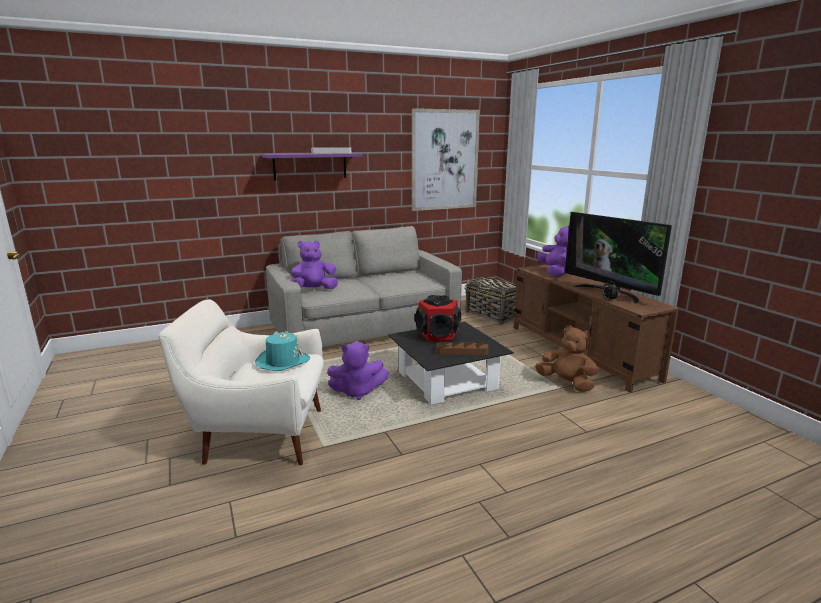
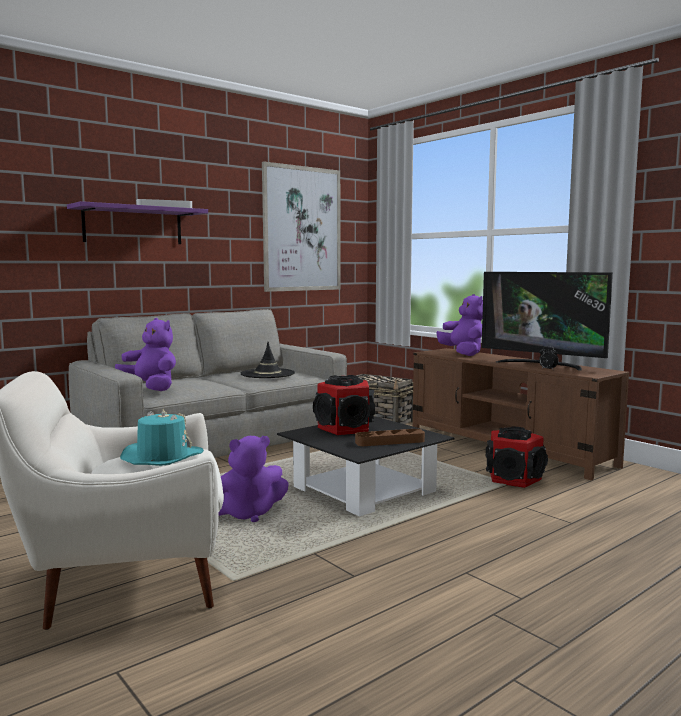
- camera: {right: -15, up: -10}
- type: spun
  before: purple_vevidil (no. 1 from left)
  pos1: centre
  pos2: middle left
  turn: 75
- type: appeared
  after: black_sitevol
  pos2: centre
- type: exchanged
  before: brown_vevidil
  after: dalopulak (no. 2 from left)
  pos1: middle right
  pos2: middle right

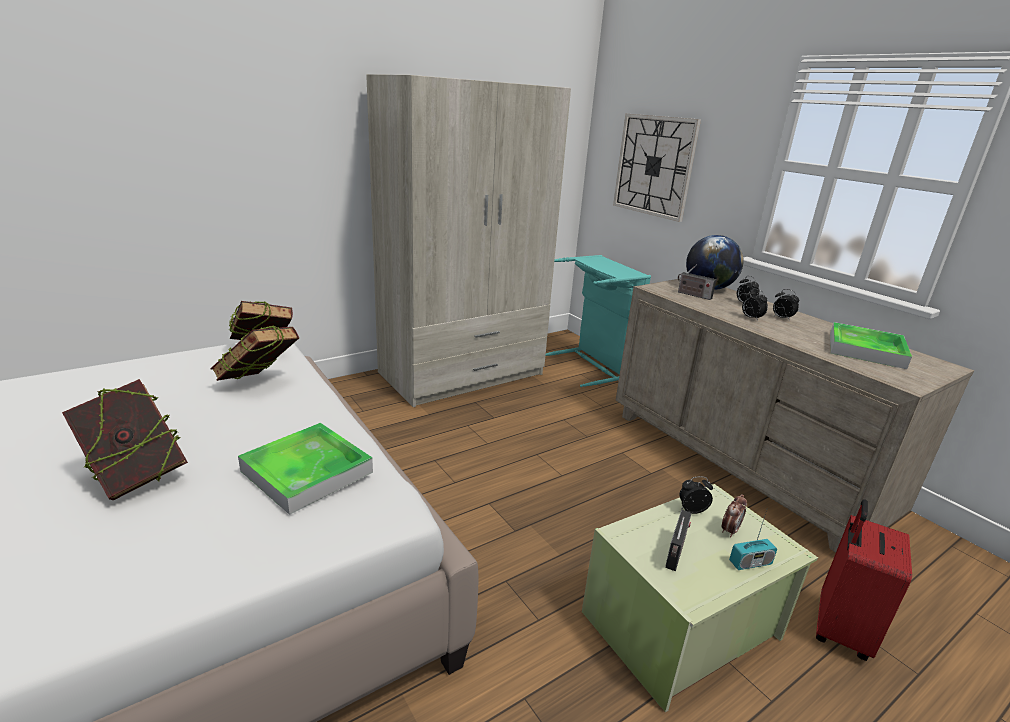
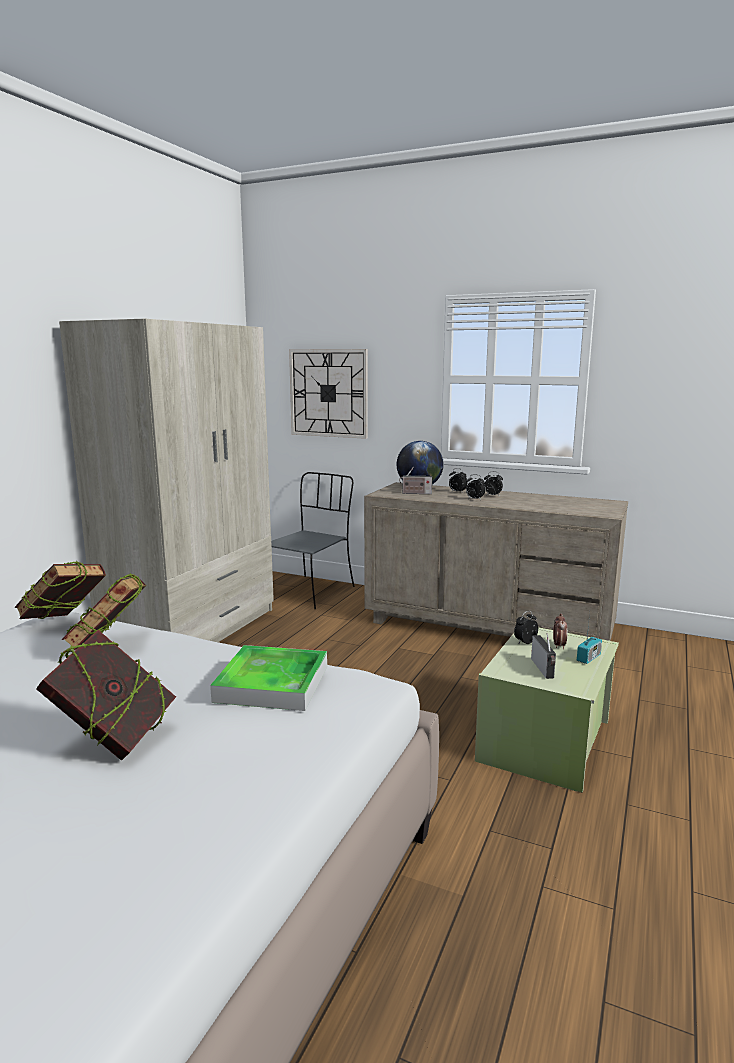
- camera: {right: -30, up: -10}
- type: exchanged
  before: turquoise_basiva
  after: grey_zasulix
  pos1: centre
  pos2: centre
- type: missing
  before: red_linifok
  pos1: bottom right
- type: missing
  before: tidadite (no. 2 from left)
  pos1: middle right

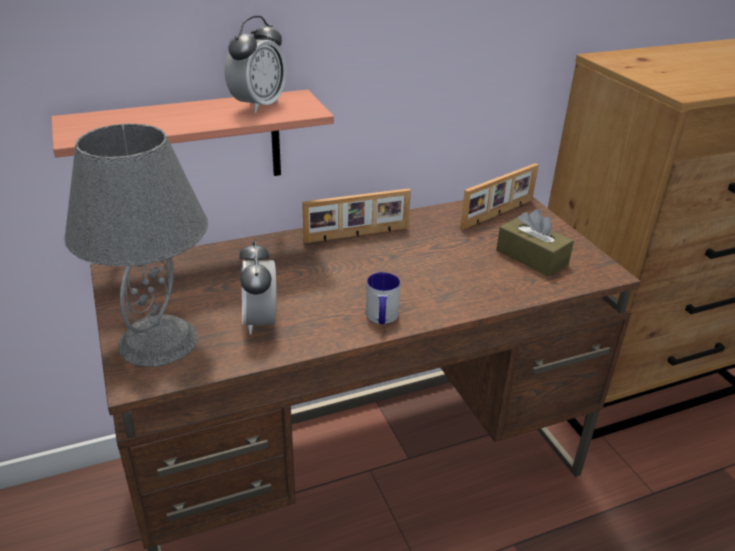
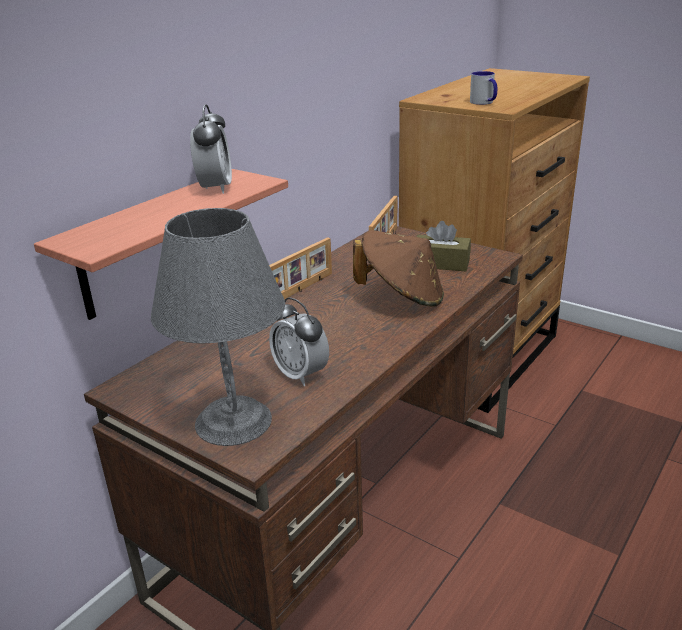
- camera: {right: -30, up: -5}
- type: appeared
  after: brown_sitevol
  pos2: centre
- type: relocated
  before: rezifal
  pos1: centre
  pos2: top right

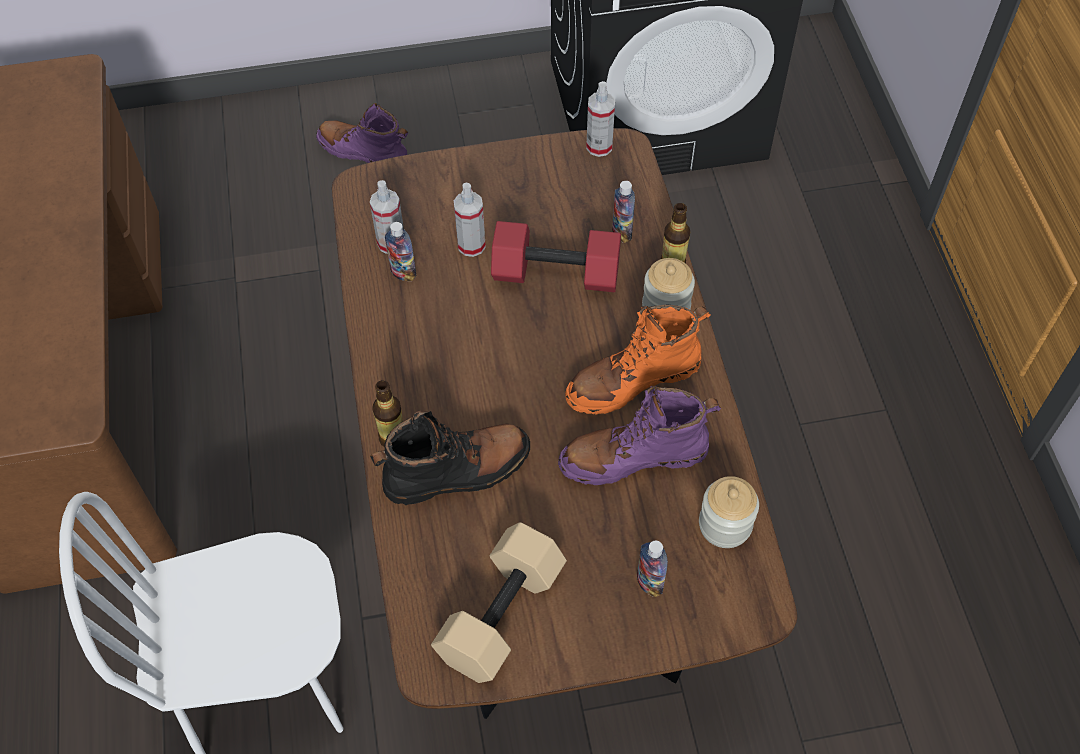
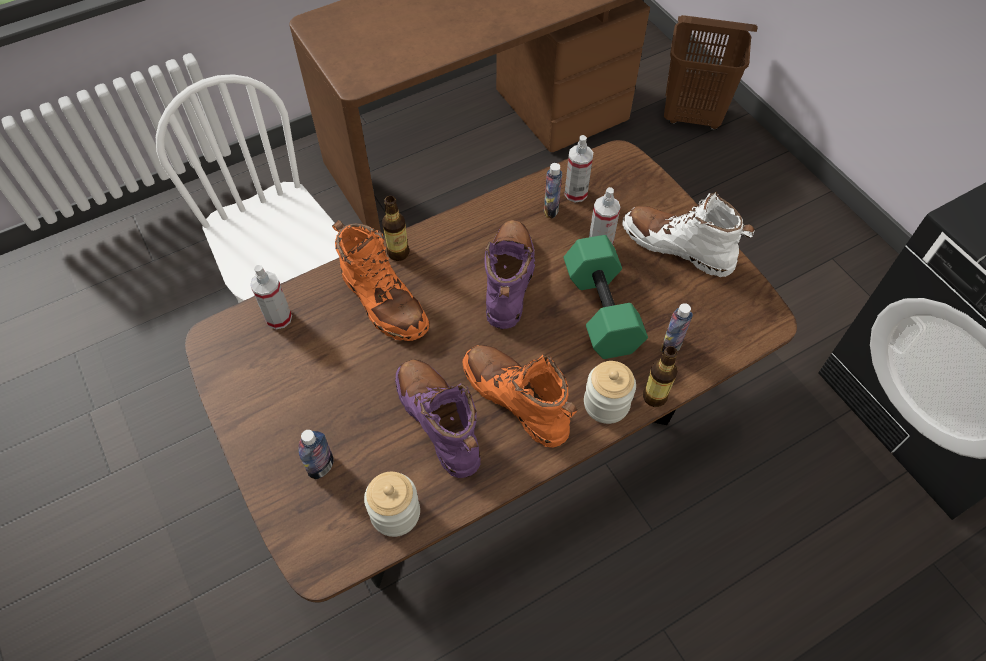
- camera: {right: 70, up: 0}
- type: relocated
  before: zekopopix (no. 3 from left in the first image)
  after: zekopopix (no. 1 from left)
  pos1: top centre
  pos2: middle left
- type: colour
  before: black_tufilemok
  after: orange_tufilemok (no. 1 from left)
  pos1: centre
  pos2: centre
- type: relocated
  before: purple_tufilemok (no. 1 from left in the first image)
  after: purple_tufilemok (no. 2 from left)
  pos1: top centre
  pos2: centre
- type: colour
  before: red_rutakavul
  after: green_rutakavul
  pos1: centre
  pos2: centre
- type: appeared
  after: white_tufilemok
  pos2: middle right
- type: appeared
  after: brown_basiva
  pos2: top right
- type: missing
  before: beige_rutakavul
  pos1: bottom centre

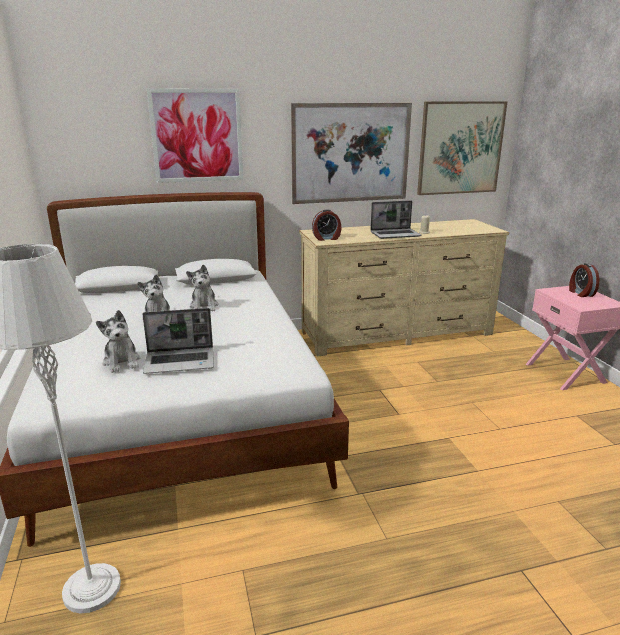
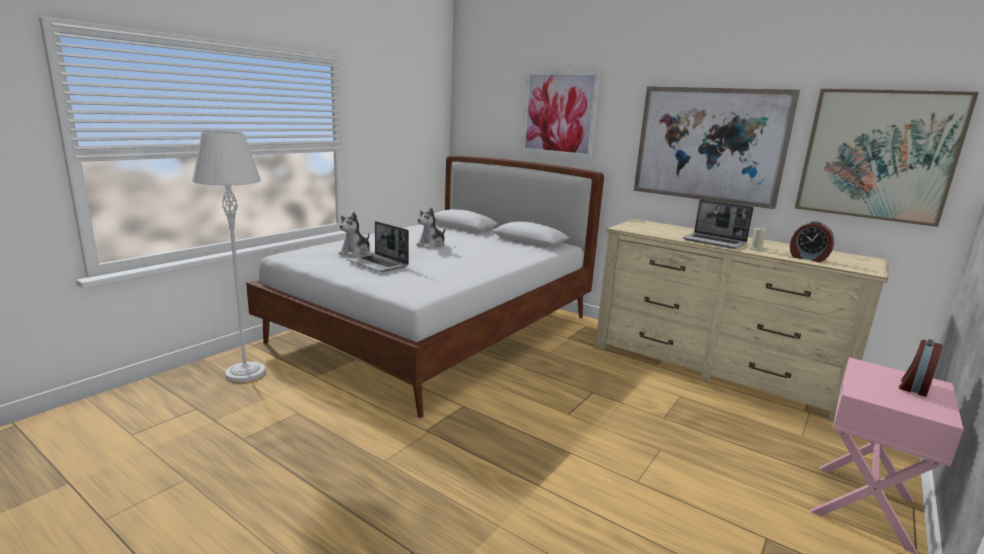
- camera: {right: 50, up: -5}
- type: relocated
  before: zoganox (no. 1 from left)
  pos1: centre
  pos2: middle right
- type: missing
  before: vevidil (no. 3 from left)
  pos1: middle left

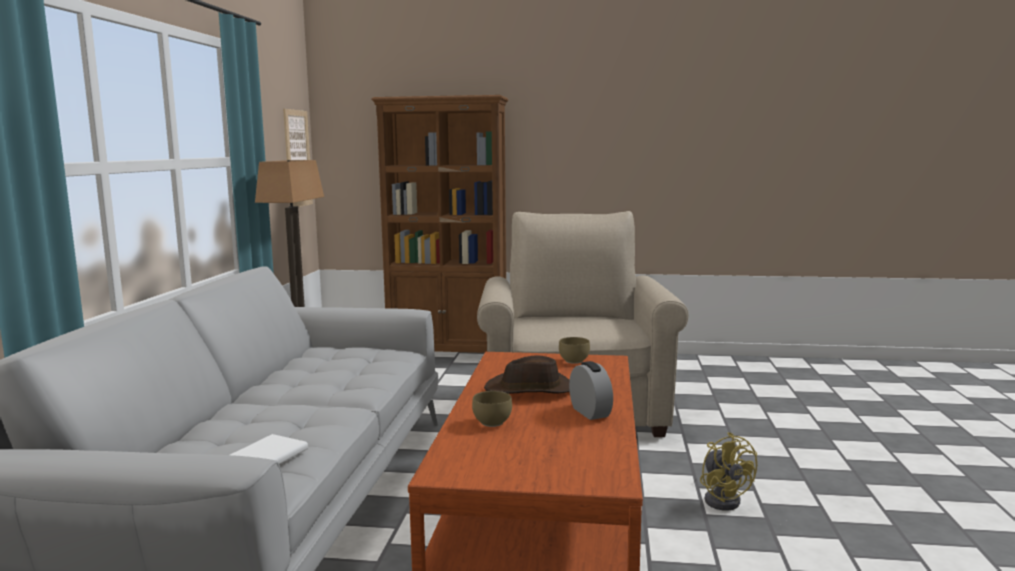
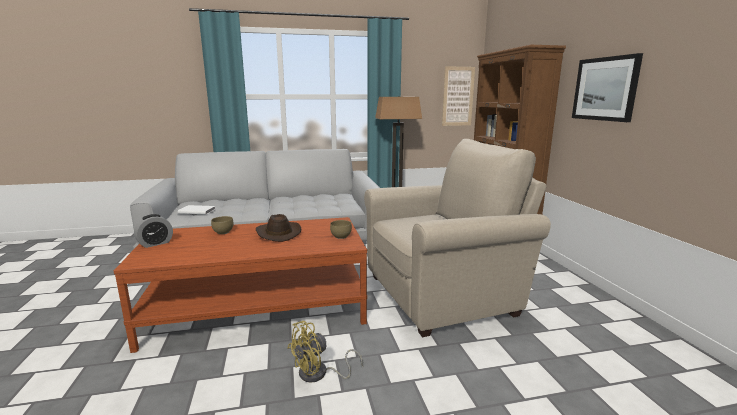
- camera: {right: 70, up: 5}
- type: relocated
  before: zoganox
  pos1: bottom centre
  pos2: middle left
- type: appeared
  after: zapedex (no. 2 from left)
  pos2: top right

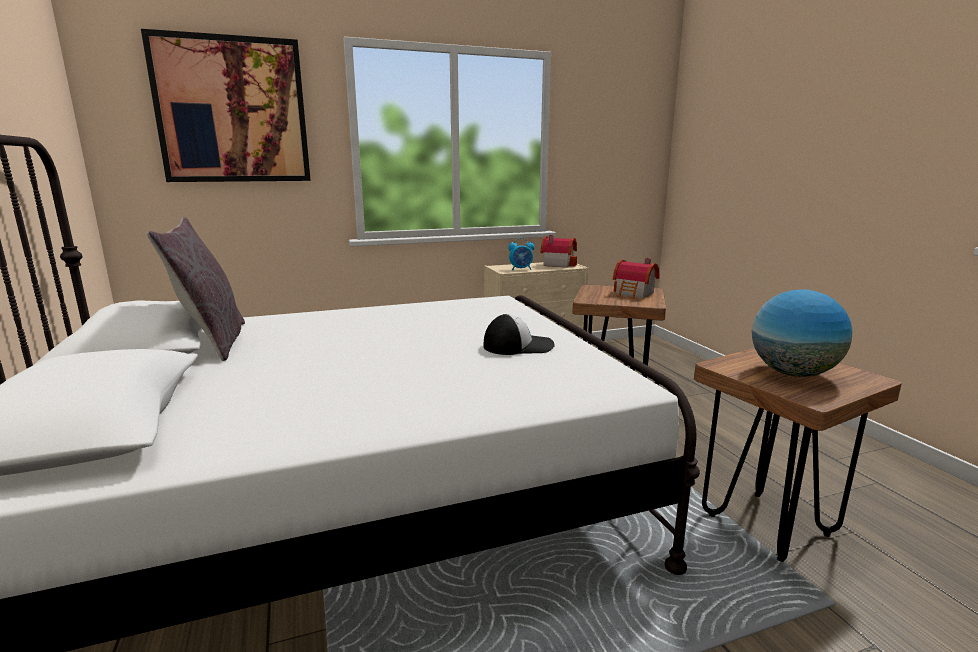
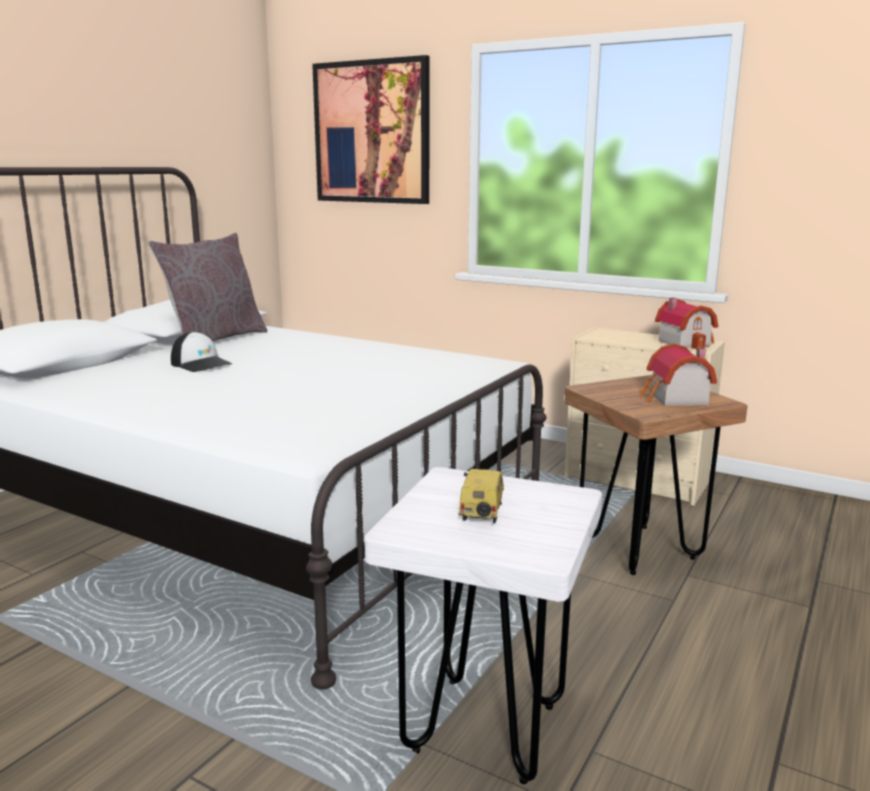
- camera: {right: 50, up: 0}
- type: relocated
  before: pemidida
  pos1: centre
  pos2: middle left
- type: colour
  before: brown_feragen (no. 2 from left)
  after: white_feragen
  pos1: bottom right
  pos2: bottom centre
- type: exchanged
  before: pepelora
  after: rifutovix
  pos1: middle right
  pos2: centre
- type: missing
  before: zoganox
  pos1: centre

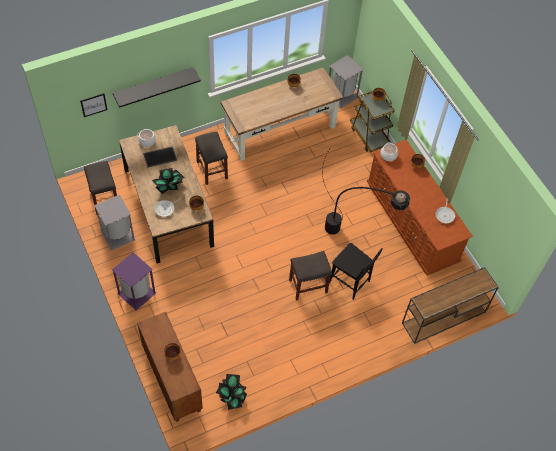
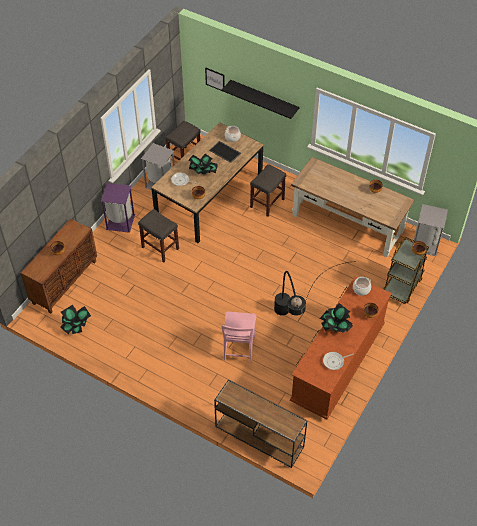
- camera: {right: 60, up: -5}
- type: relocated
  before: grey_feragen (no. 3 from left in the first image)
  after: grey_feragen (no. 1 from left)
  pos1: centre
  pos2: middle left
- type: colour
  before: black_zasulix
  after: pink_zasulix
  pos1: centre
  pos2: centre
- type: appeared
  after: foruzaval (no. 3 from left)
  pos2: middle right

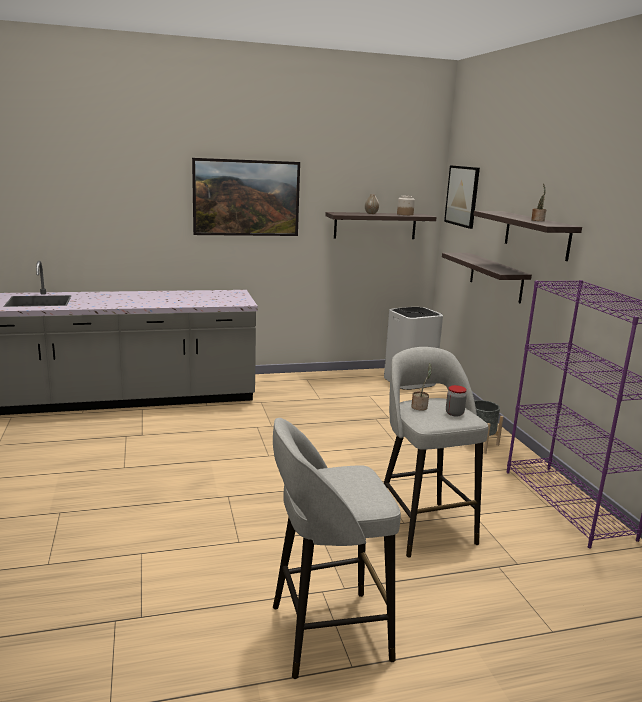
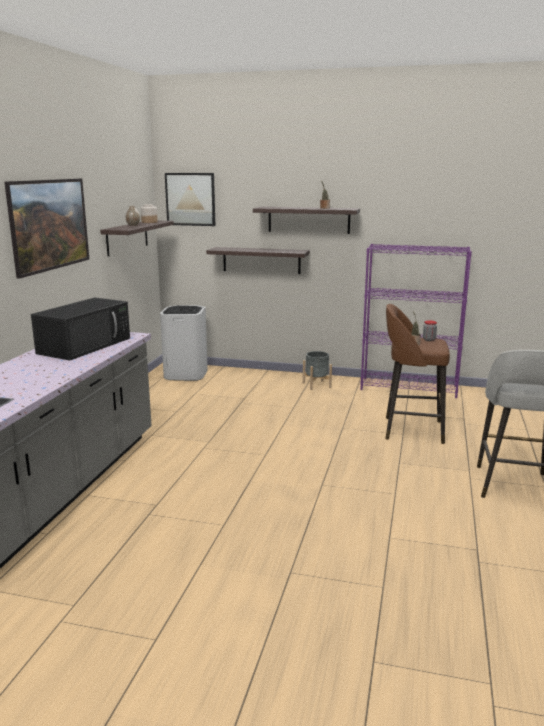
- camera: {right: -60, up: 0}
- type: appeared
  after: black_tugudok
  pos2: middle left
- type: colour
  before: grey_feragen (no. 2 from left)
  after: brown_feragen
  pos1: middle right
  pos2: middle right

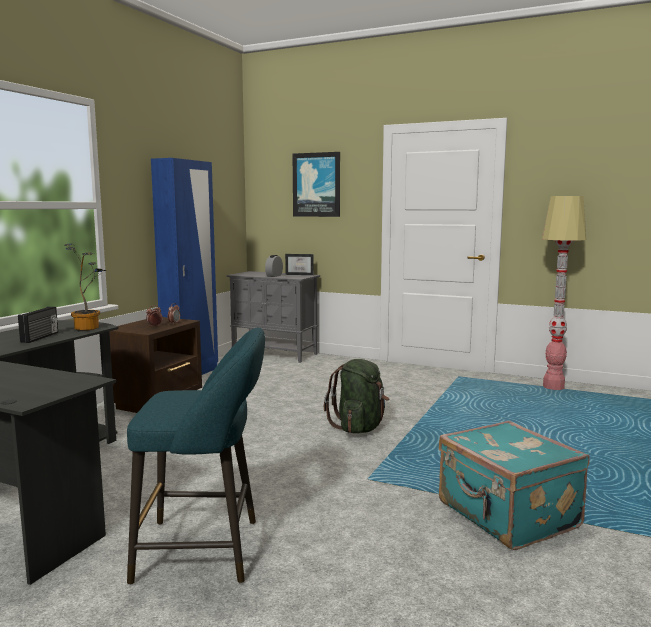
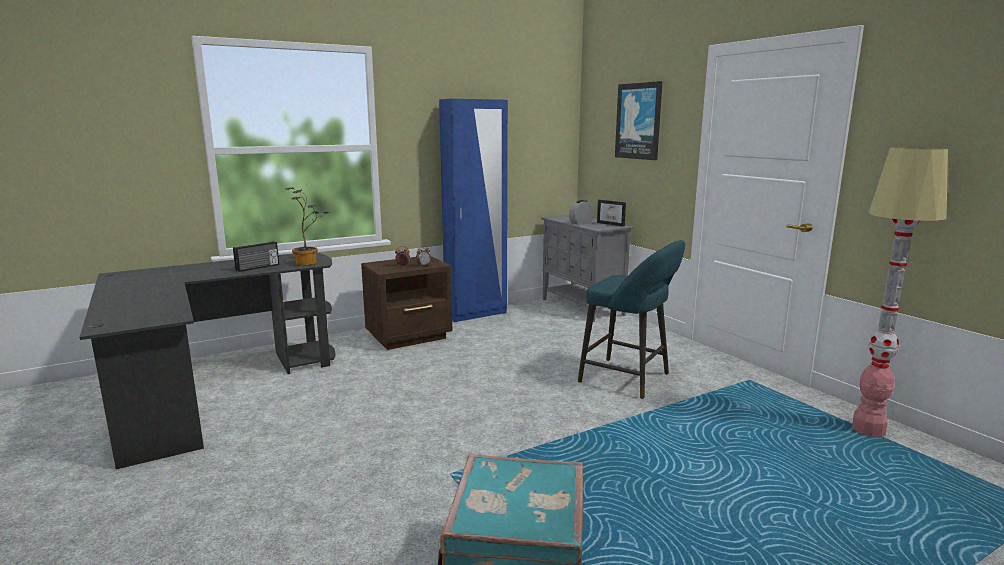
- camera: {right: 35, up: 5}
- type: relocated
  before: turquoise_feragen
  pos1: bottom left
  pos2: centre
- type: missing
  before: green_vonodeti
  pos1: centre

